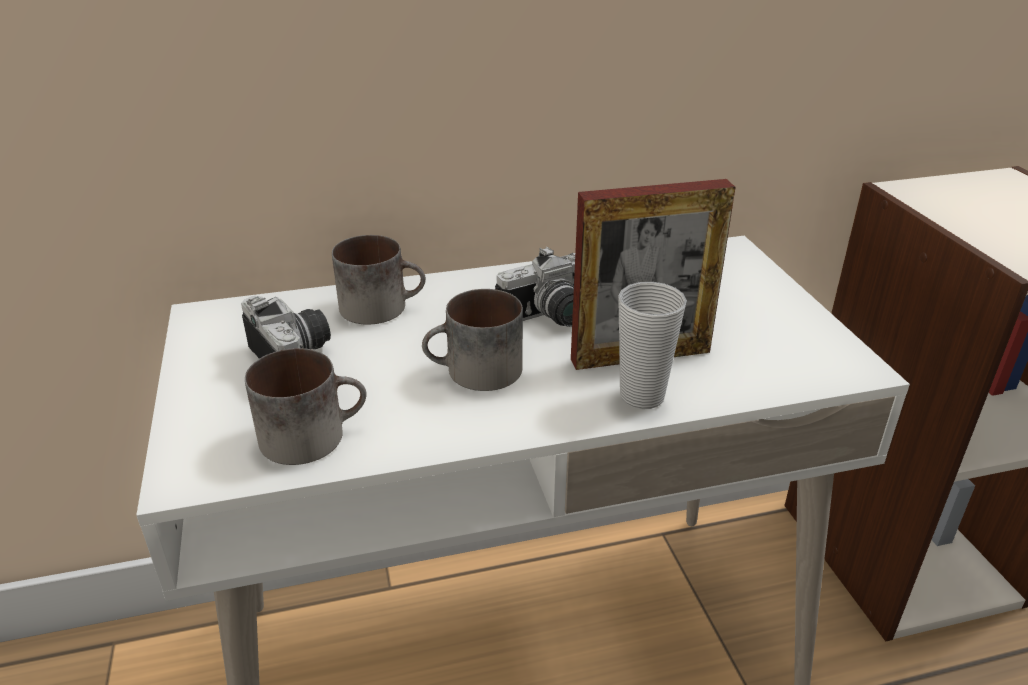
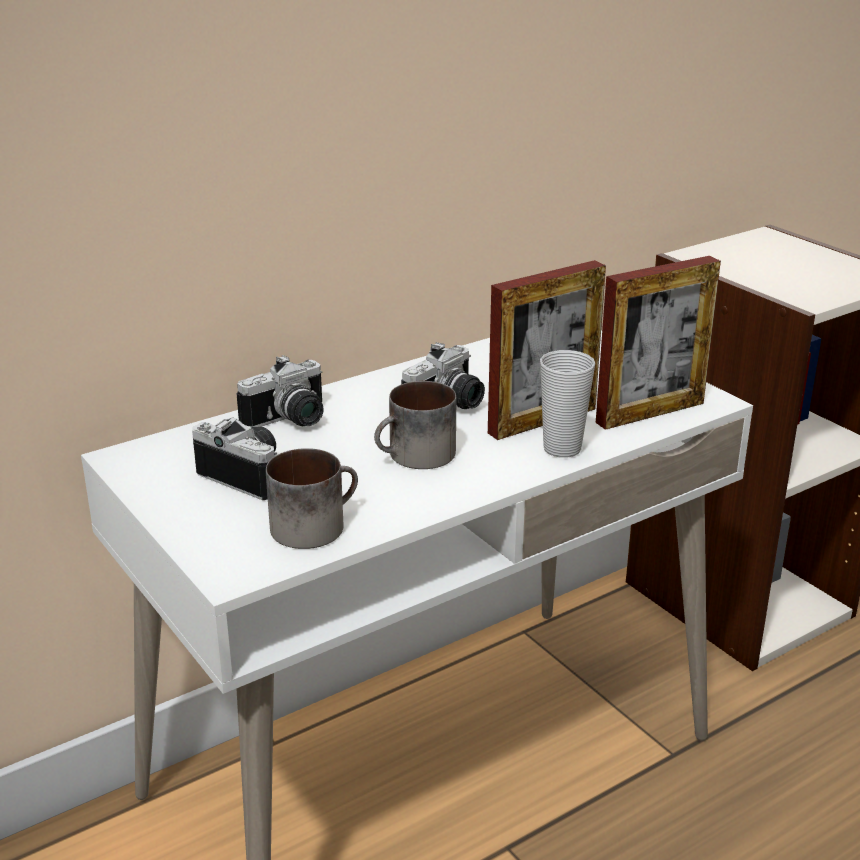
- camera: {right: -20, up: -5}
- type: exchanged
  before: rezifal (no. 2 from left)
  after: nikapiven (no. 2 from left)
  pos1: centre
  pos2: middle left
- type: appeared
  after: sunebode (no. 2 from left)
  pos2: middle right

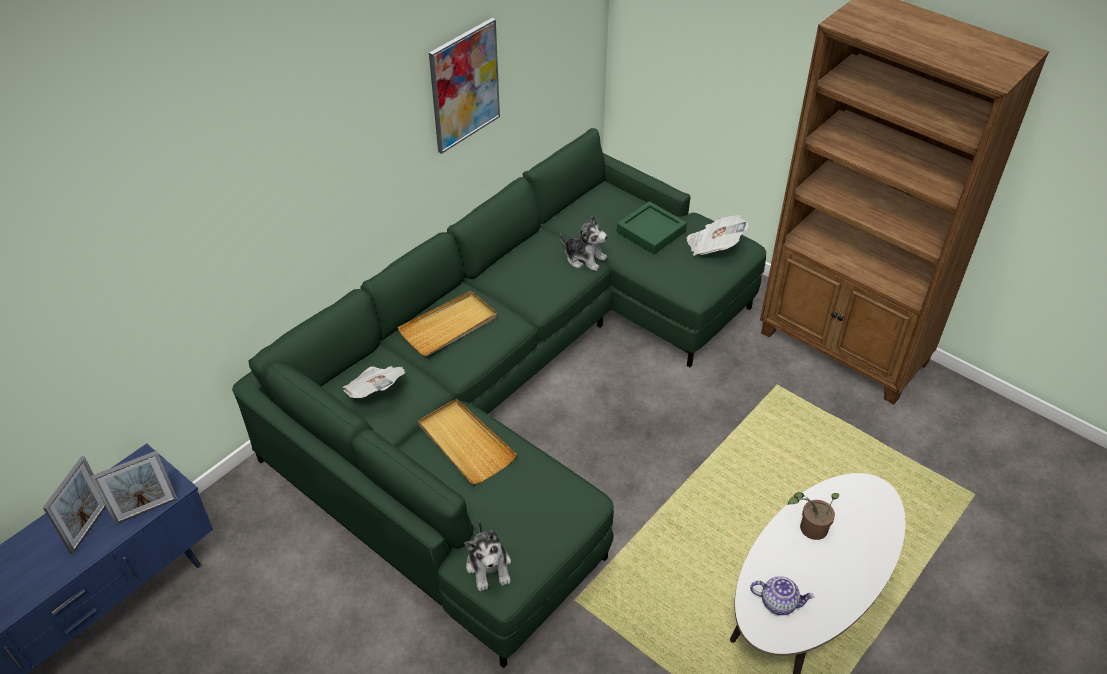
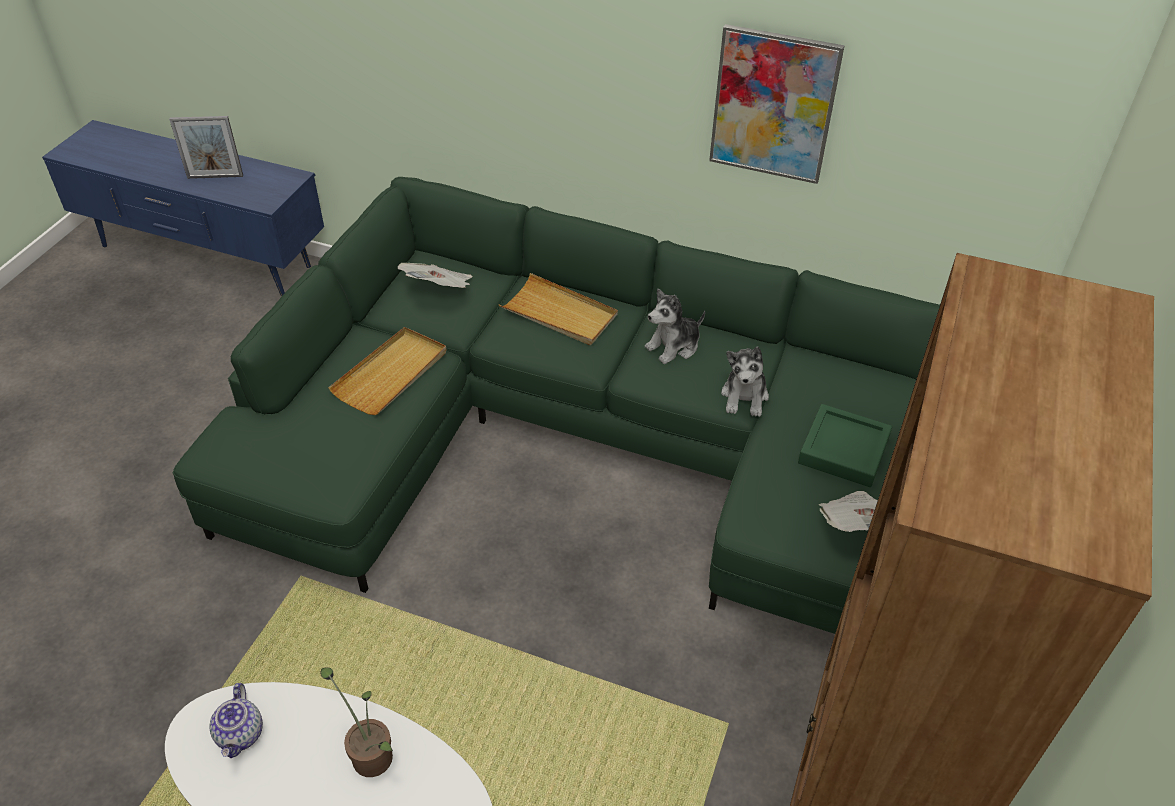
- camera: {right: 70, up: 0}
- type: relocated
  before: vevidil (no. 1 from left)
  pos1: bottom centre
  pos2: centre
- type: missing
  before: sunebode (no. 2 from left)
  pos1: bottom left

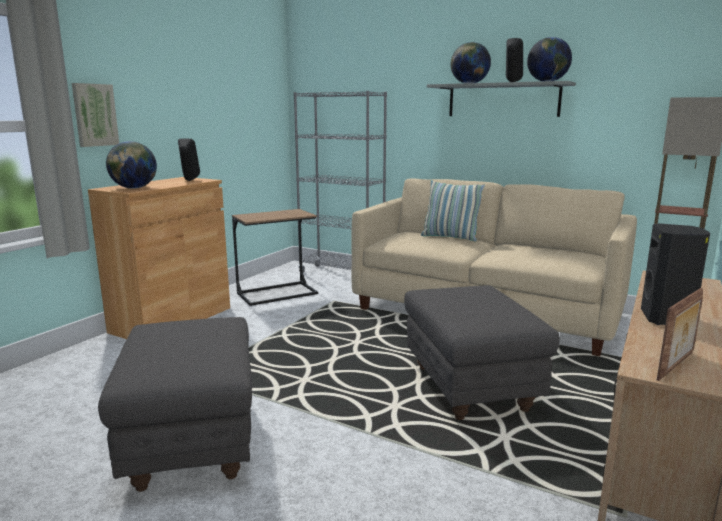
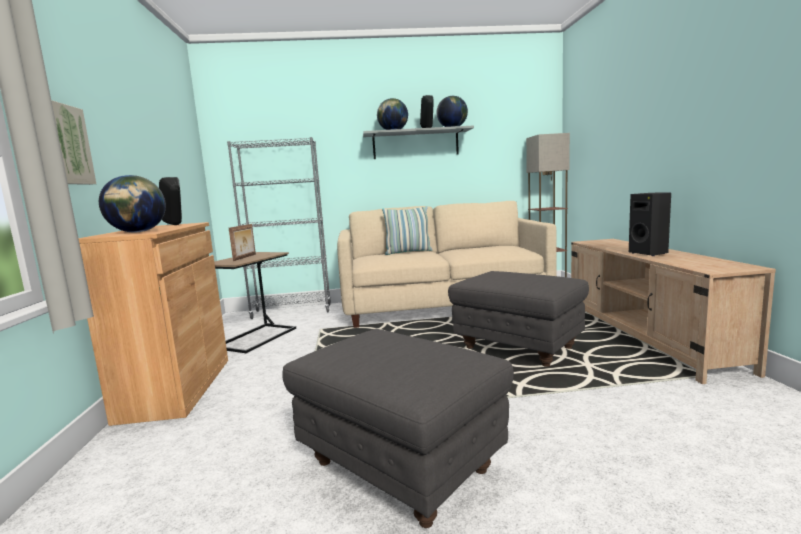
- camera: {right: -35, up: -5}
- type: relocated
  before: sunebode
  pos1: middle right
  pos2: middle left

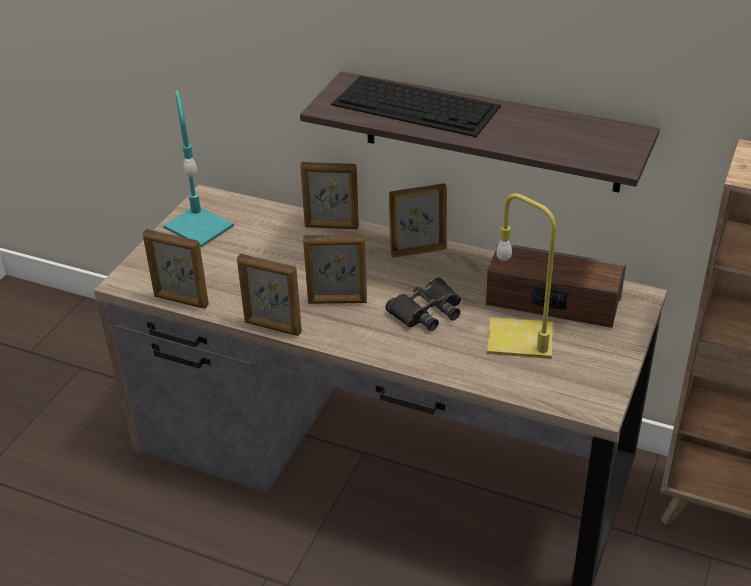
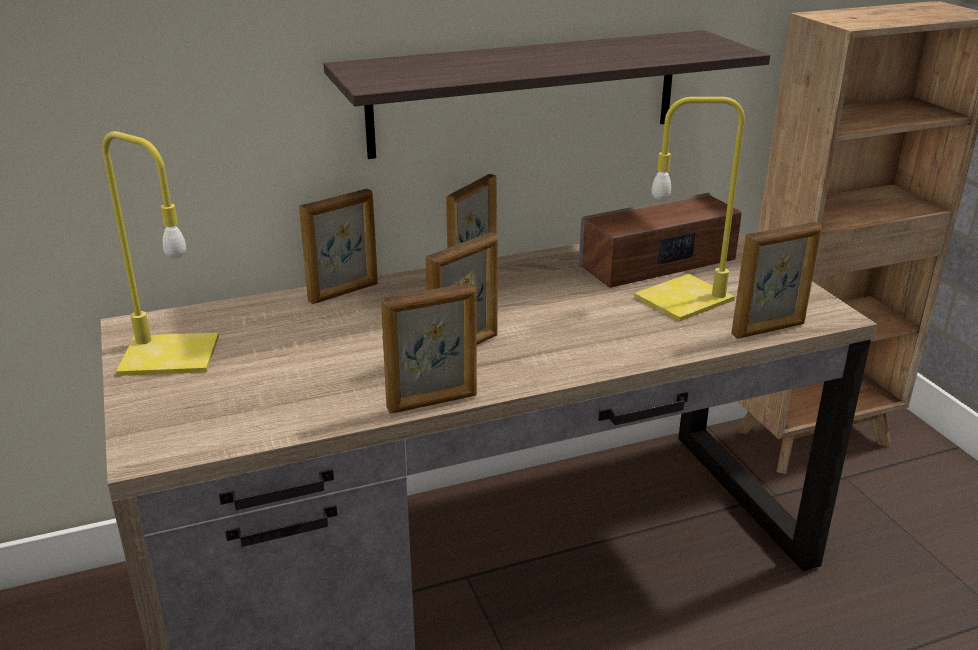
- camera: {right: -45, up: -10}
- type: colour
  before: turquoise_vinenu
  after: yellow_vinenu (no. 1 from left)
  pos1: top left
  pos2: middle left
- type: relocated
  before: sunebode (no. 1 from left in the first image)
  after: sunebode (no. 5 from left)
  pos1: middle left
  pos2: middle right
- type: missing
  before: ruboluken
  pos1: top centre
- type: missing
  before: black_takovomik
  pos1: centre

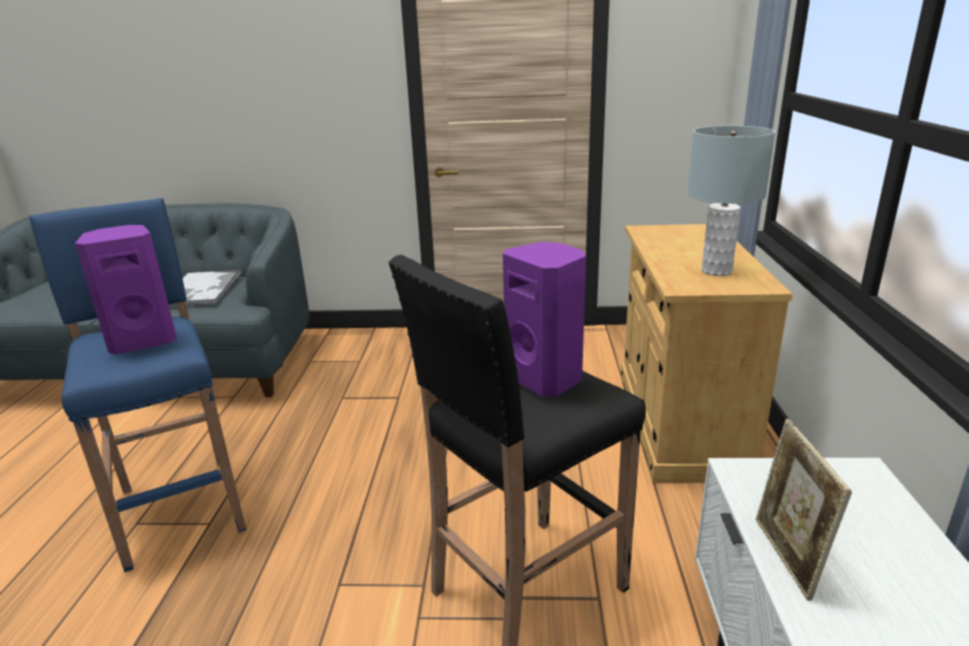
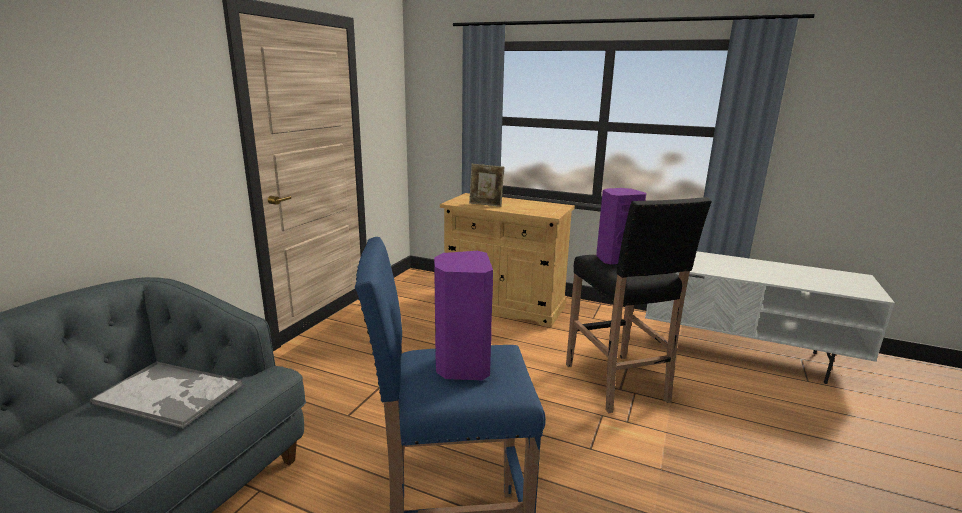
- camera: {right: -70, up: -5}
- type: relocated
  before: sunebode
  pos1: bottom right
  pos2: centre
- type: missing
  before: grey_vinenu
  pos1: top right

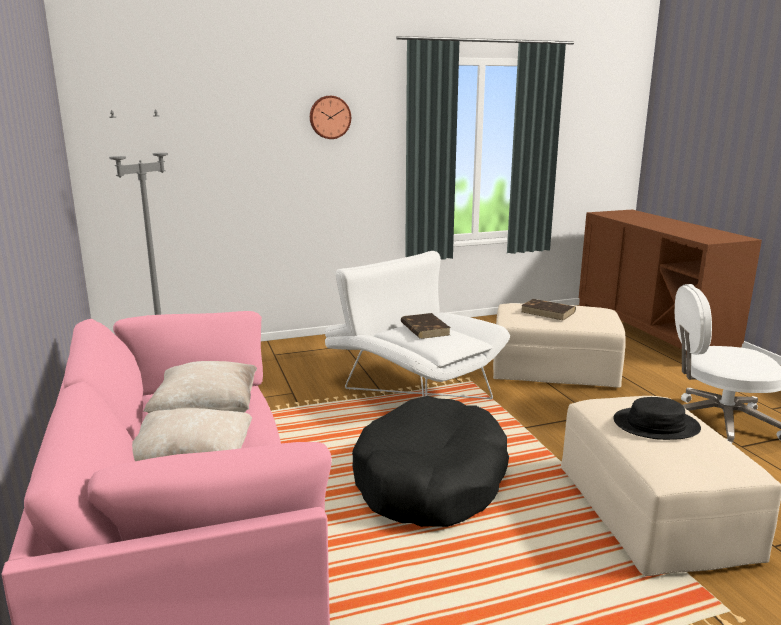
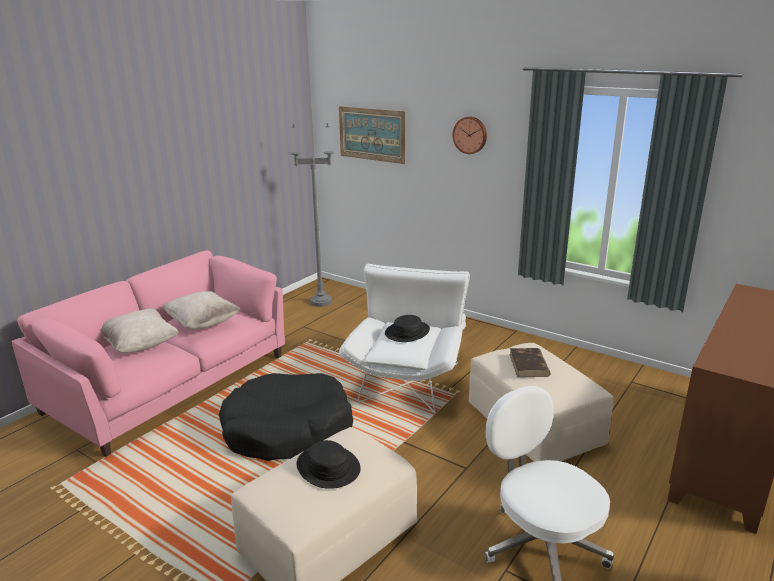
- camera: {right: 55, up: 5}
- type: appeared
  after: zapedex
  pos2: top centre
- type: exchanged
  before: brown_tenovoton (no. 1 from left)
  after: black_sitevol (no. 2 from left)
  pos1: centre
  pos2: centre

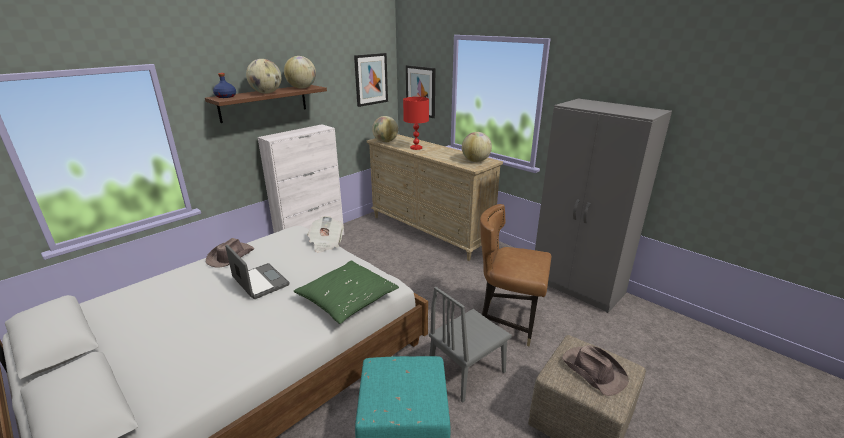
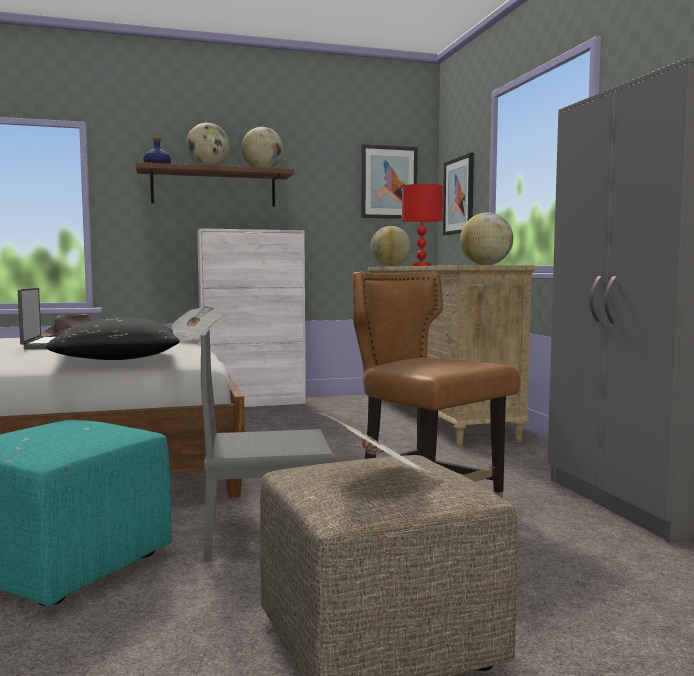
- camera: {right: 30, up: -20}
- type: colour
  before: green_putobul
  after: black_putobul
  pos1: bottom centre
  pos2: middle left
- type: exchanged
  before: brown_sitevol (no. 2 from left)
  after: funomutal (no. 2 from left)
  pos1: bottom right
  pos2: centre

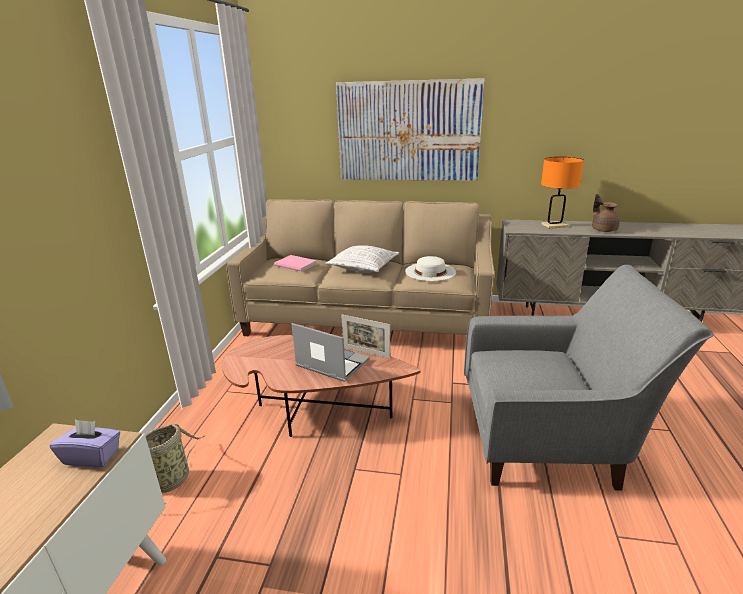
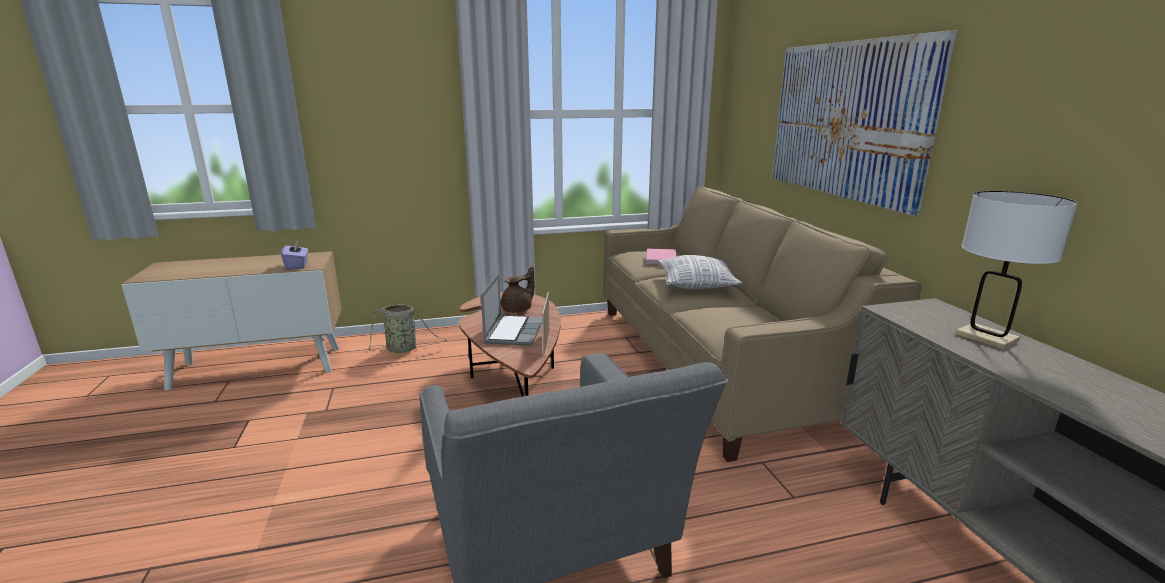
- camera: {right: 65, up: -5}
- type: relocated
  before: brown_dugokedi
  pos1: middle right
  pos2: centre
- type: colour
  before: orange_vinenu
  after: white_vinenu
  pos1: top right
  pos2: middle right
- type: missing
  before: white_sitevol
  pos1: centre

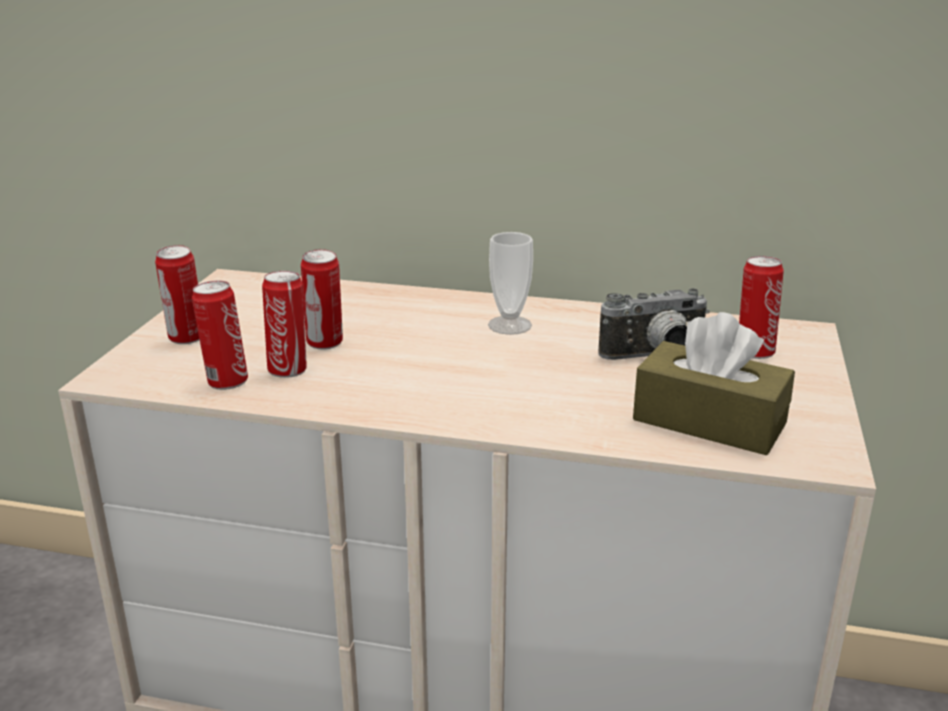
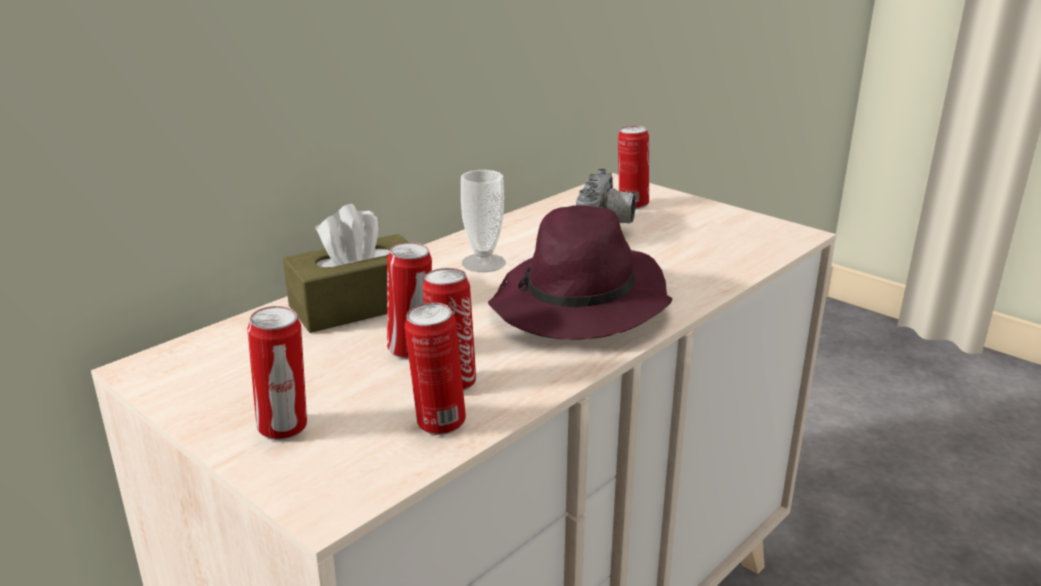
- camera: {right: -60, up: 0}
- type: relocated
  before: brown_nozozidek
  pos1: middle right
  pos2: middle left
- type: appeared
  after: purple_sitevol
  pos2: centre

